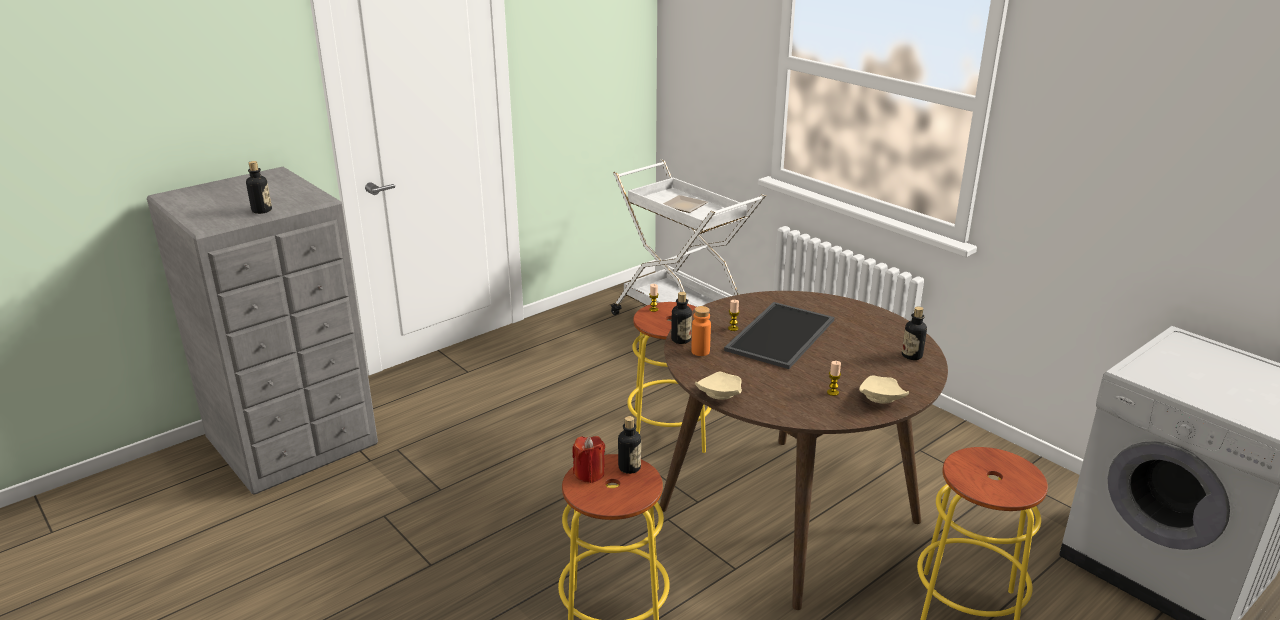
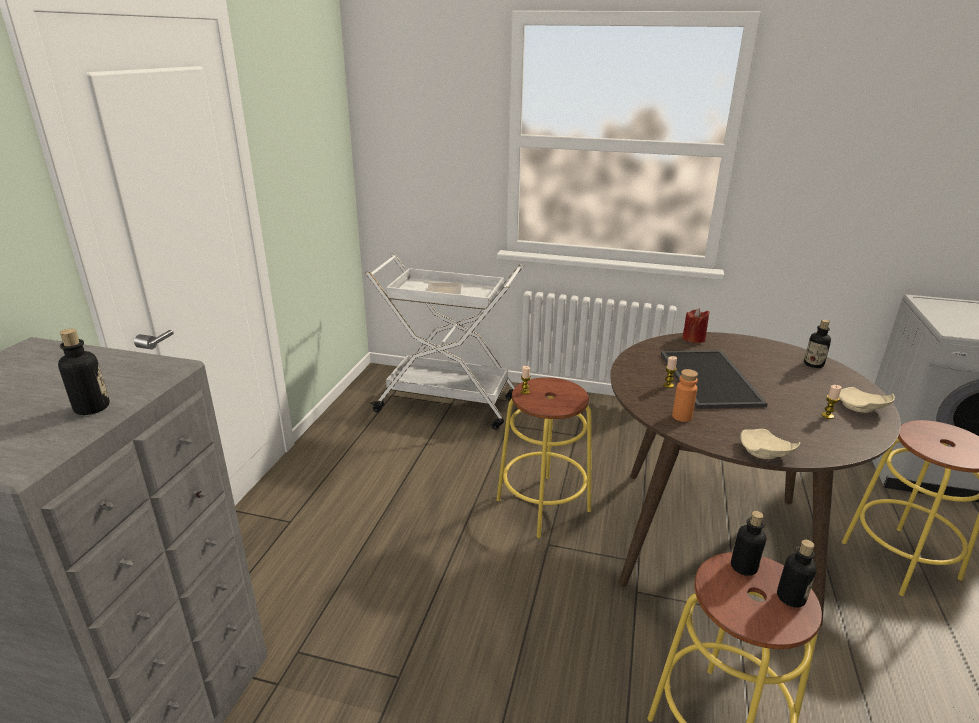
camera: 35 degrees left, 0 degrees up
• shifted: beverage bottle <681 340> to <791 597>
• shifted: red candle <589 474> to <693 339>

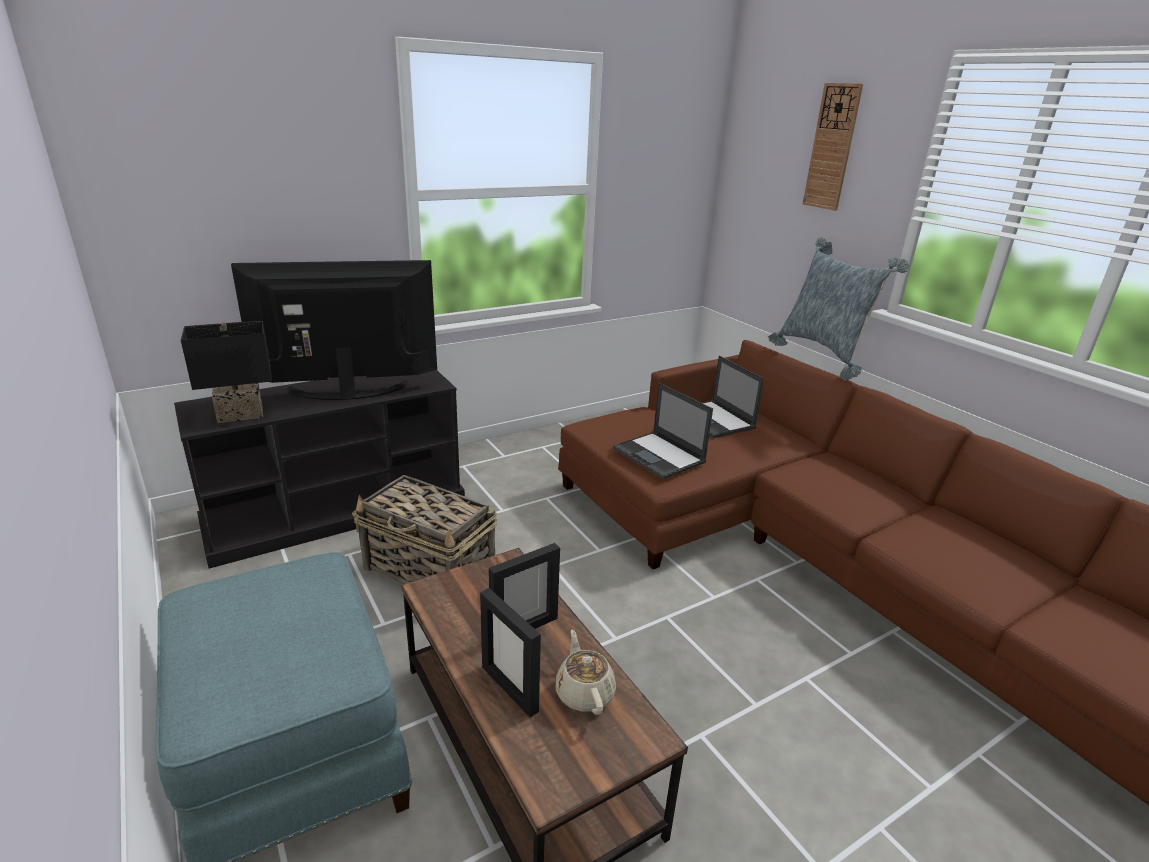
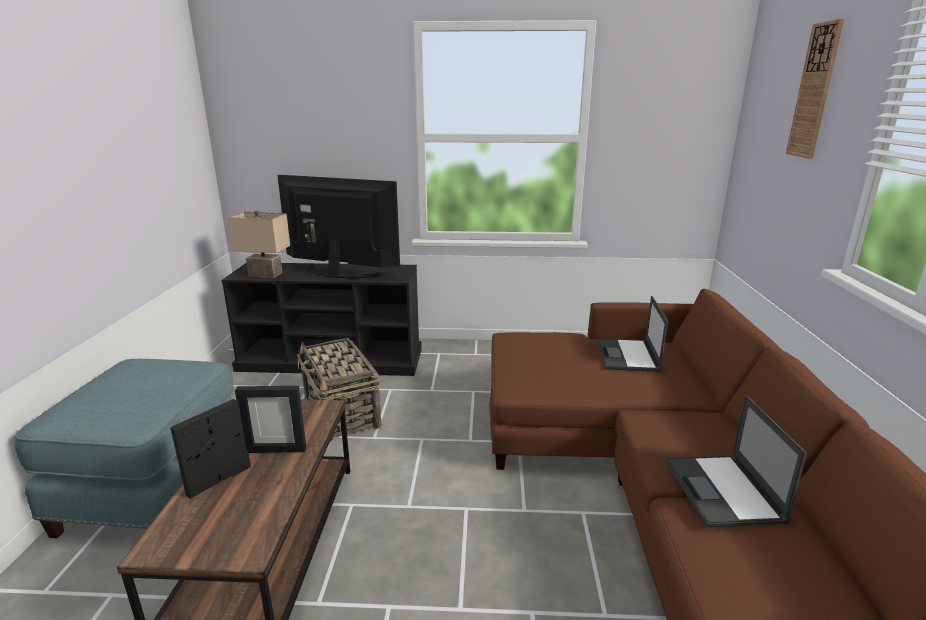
camera: 35 degrees right, 5 degrees down
• gone: pillow <822 361>
• repainted: black table lamp <241 414> to sand-coloured table lamp <266 274>
• shifted: laptop <659 456> to <723 491>
• rotated: standing frame <511 688> = <219 480> 45 degrees clockwise
• gone: sand-coloured tea pot <584 692>

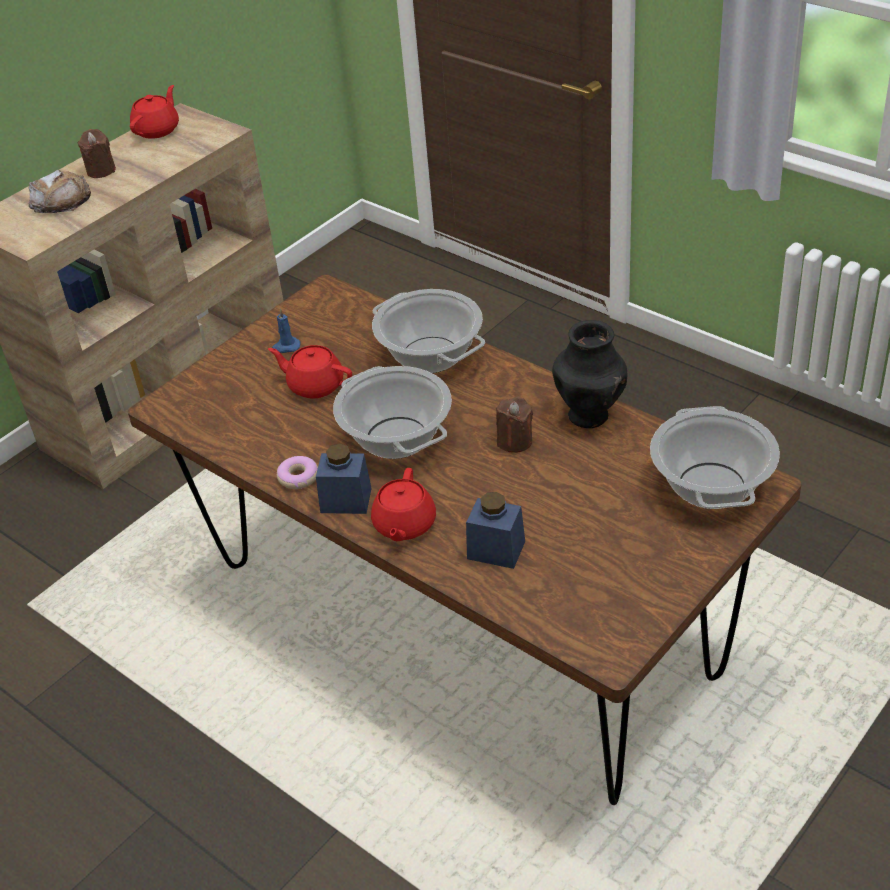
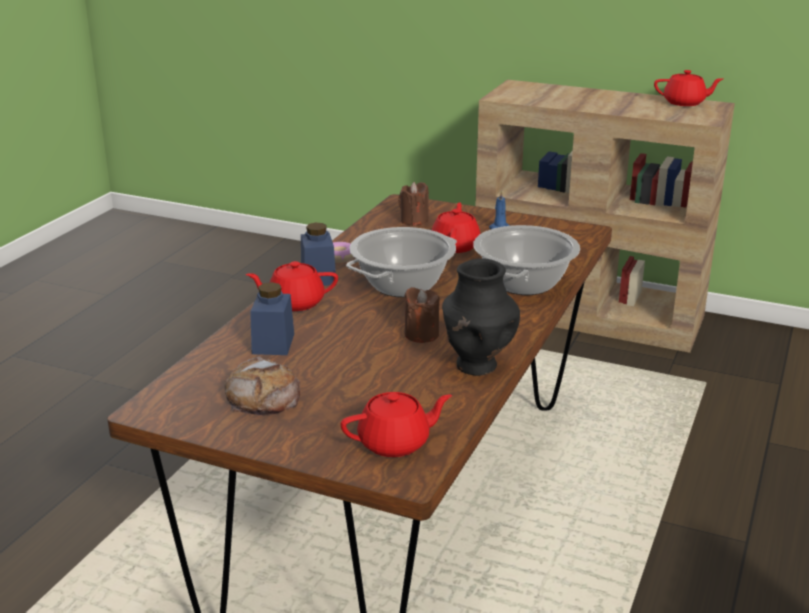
camera: 70 degrees right, 15 degrees down
• shifted: brown-coloured candle <101 170> to <414 221>
• shifted: bakery bread <61 199> to <263 396>
• swapped: cooking pot <710 486> to red tea pot <395 443>

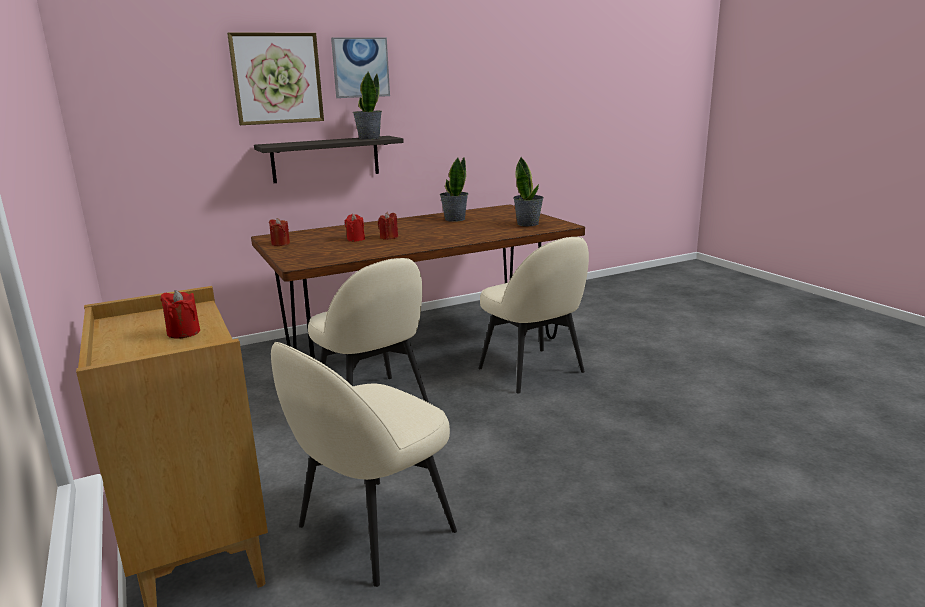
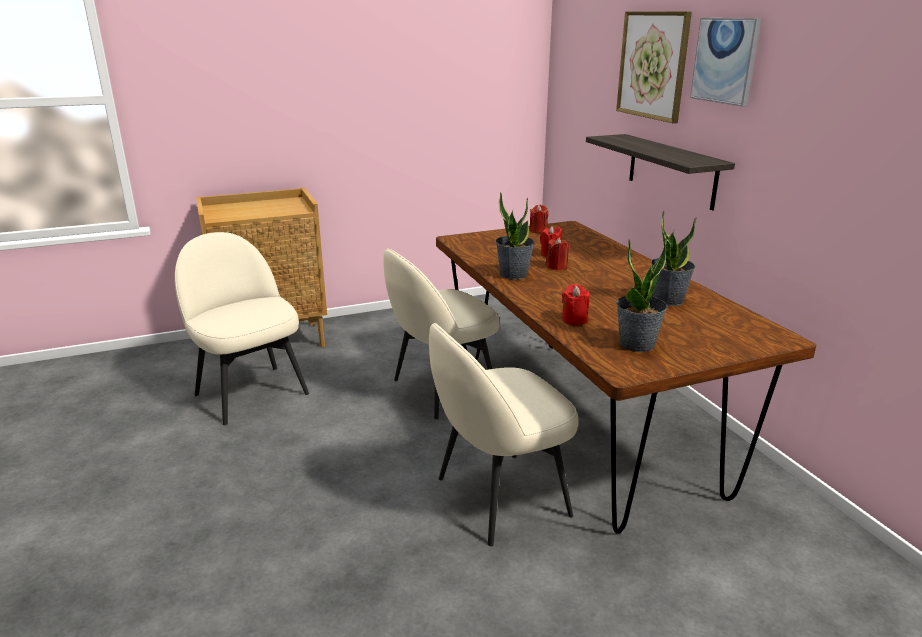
camera: 95 degrees right, 5 degrees up
• shifted: potted plant <369 138> to <513 274>
• shifted: red candle <183 333> to <574 320>

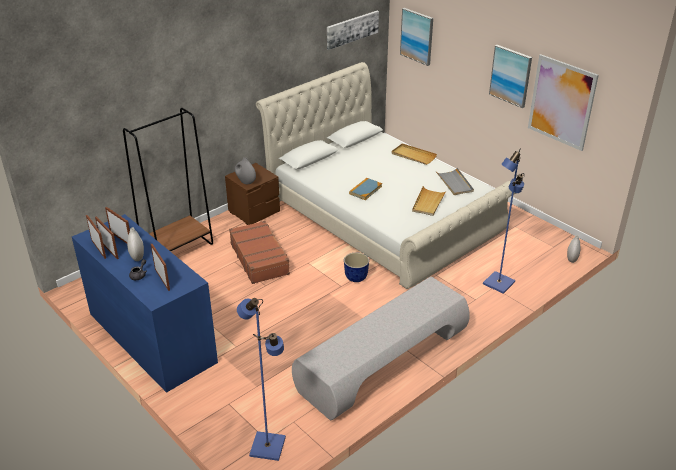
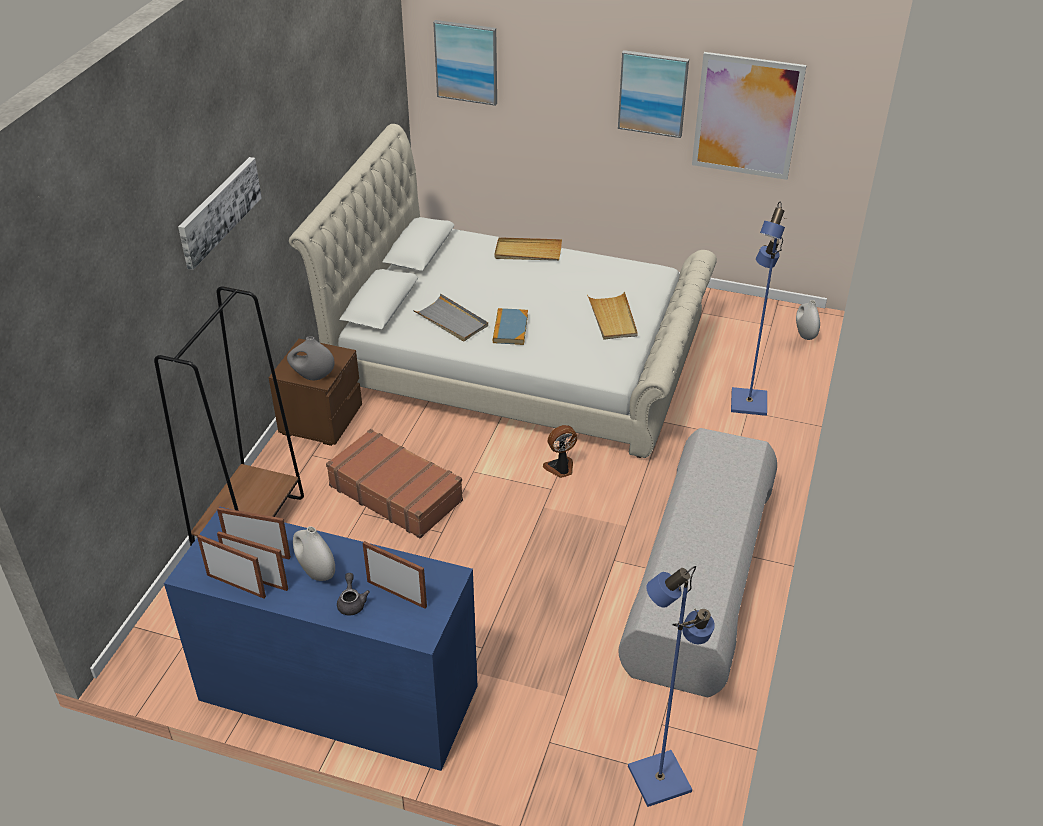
camera: 30 degrees left, 5 degrees up
• shifted: picture <352 29> to <219 211>
• shifted: gray tray <454 183> to <451 321>
• swapped: flower pot <355 278> to electric fan <560 468>

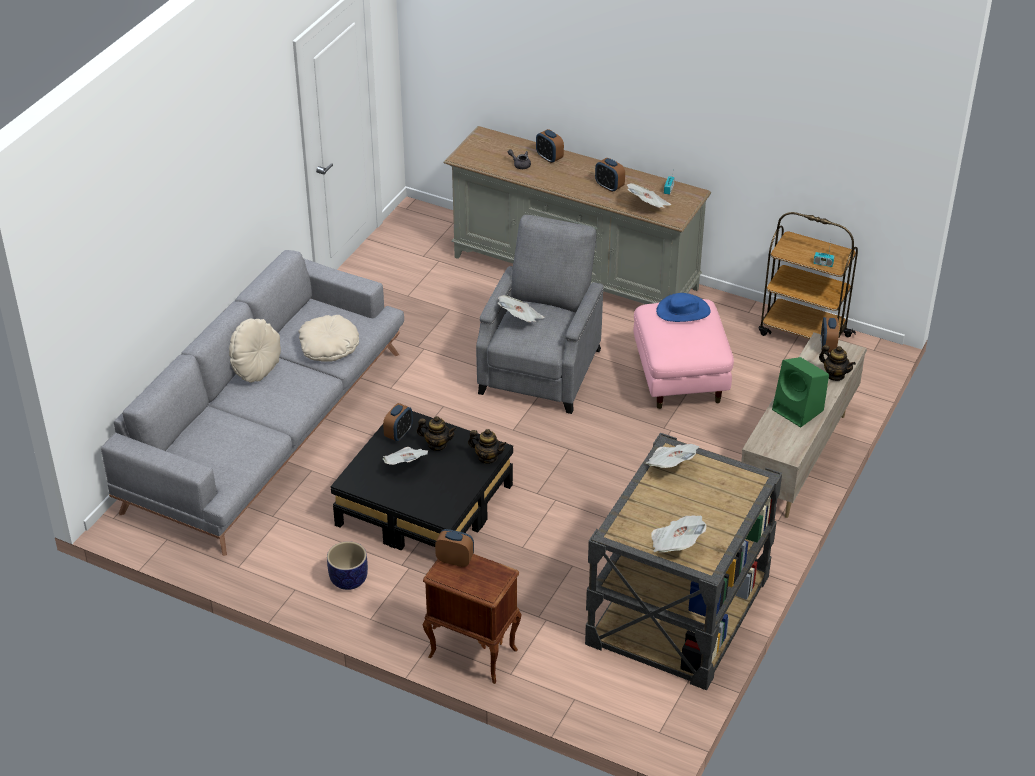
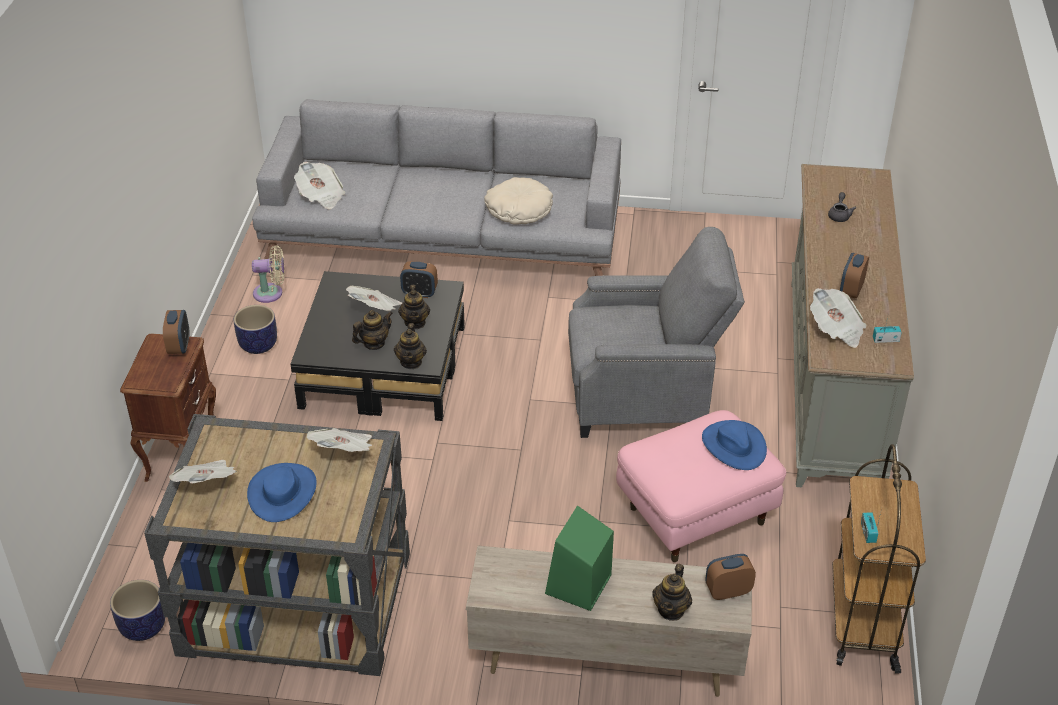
camera: 70 degrees right, 0 degrees up
• gone: bedside clock <549 158>
• shifted: printed paper <520 319> to <321 196>
• gone: sand-coloured pillow <257 371>
• new: sand-coloured electric fan <271 293>
• new: tea pot <374 343>
• new: blue wearable hat <283 492>
• new: flower pot <142 626>

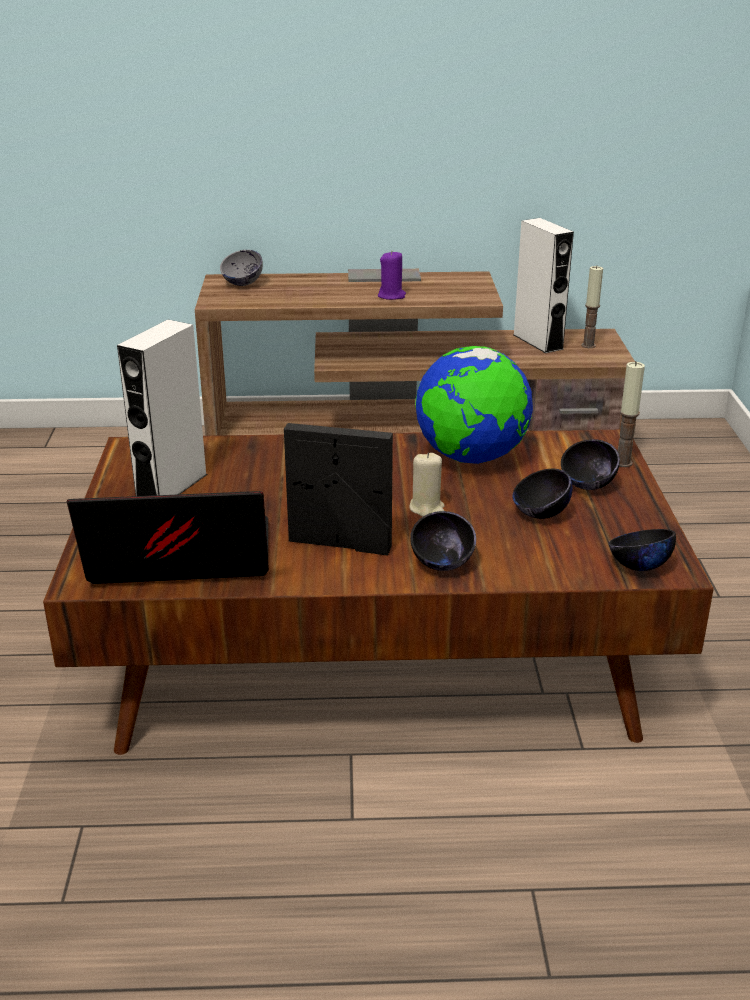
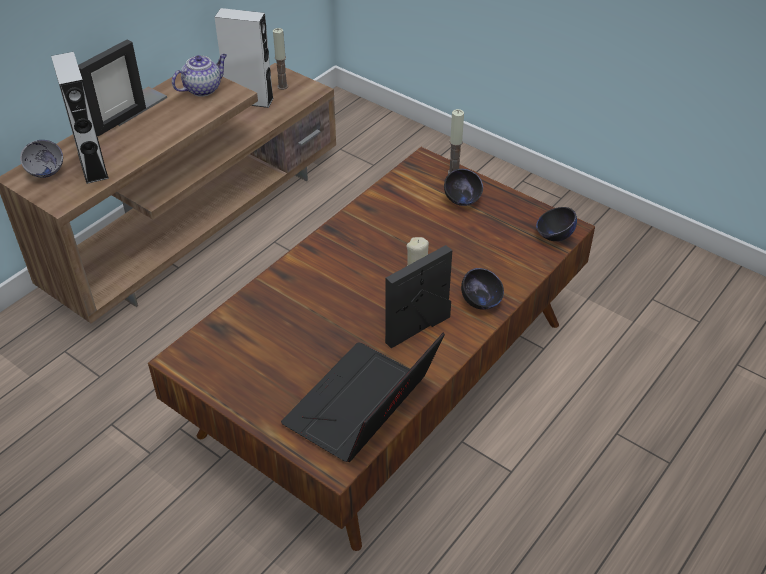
camera: 50 degrees left, 15 degrees up
• gone: purple-coloured candle <391 296>
• shifted: white-coloured loudspeaker <171 487> to <93 165>
• gone: world globe <471 458>
• gone: black serving bowl <540 514>
• new: standing frame <119 120>
• new: tea pot <203 89>

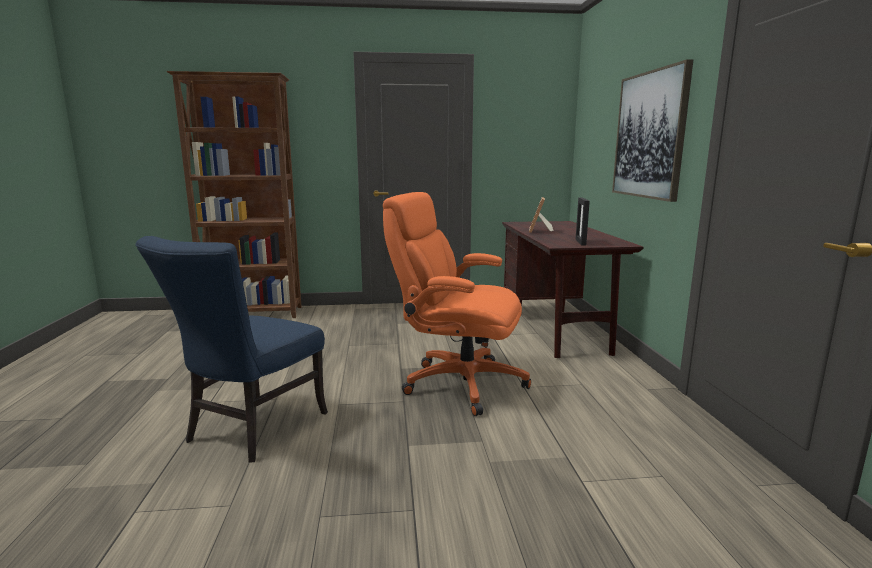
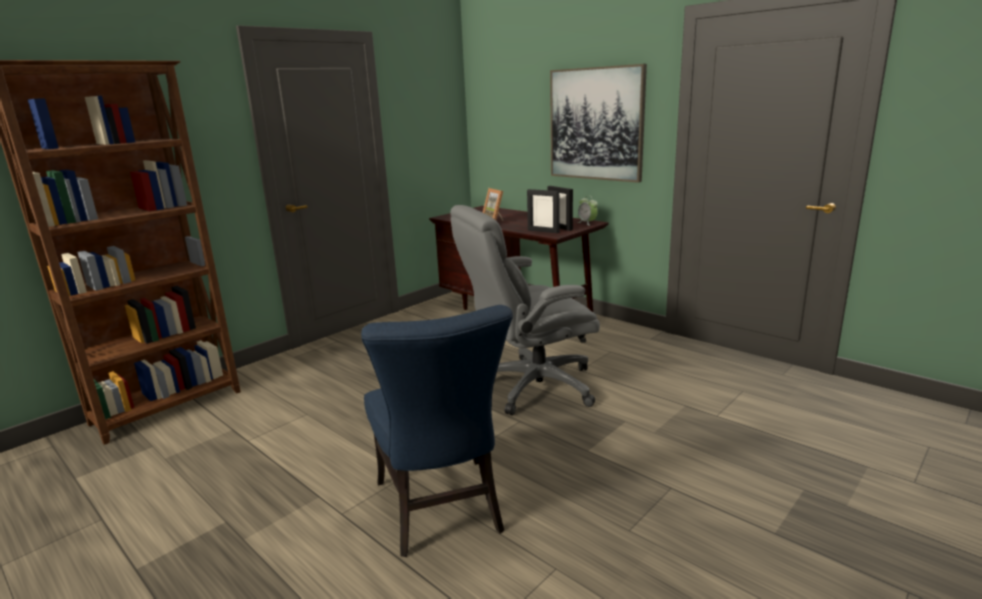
camera: 40 degrees left, 5 degrees up
• repainted: orange-coloured computer chair <456 382> to gray computer chair <529 388>
• new: standing frame <543 231>
• new: bedside clock <587 223>

